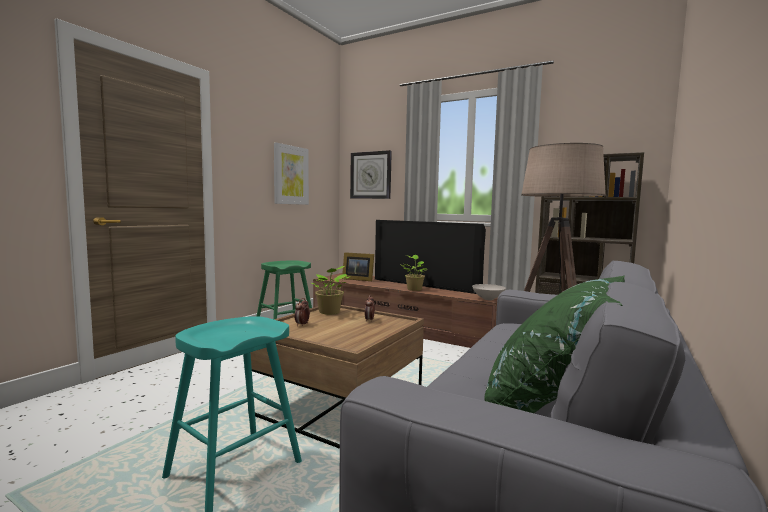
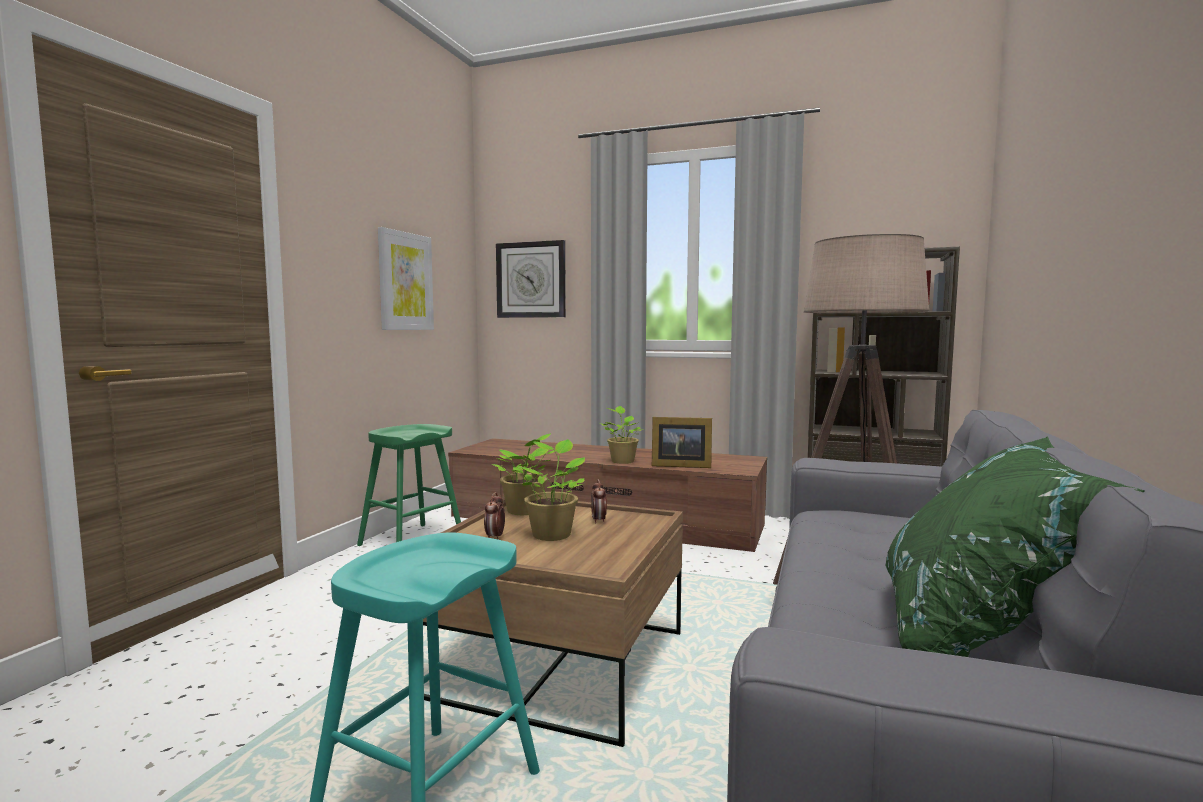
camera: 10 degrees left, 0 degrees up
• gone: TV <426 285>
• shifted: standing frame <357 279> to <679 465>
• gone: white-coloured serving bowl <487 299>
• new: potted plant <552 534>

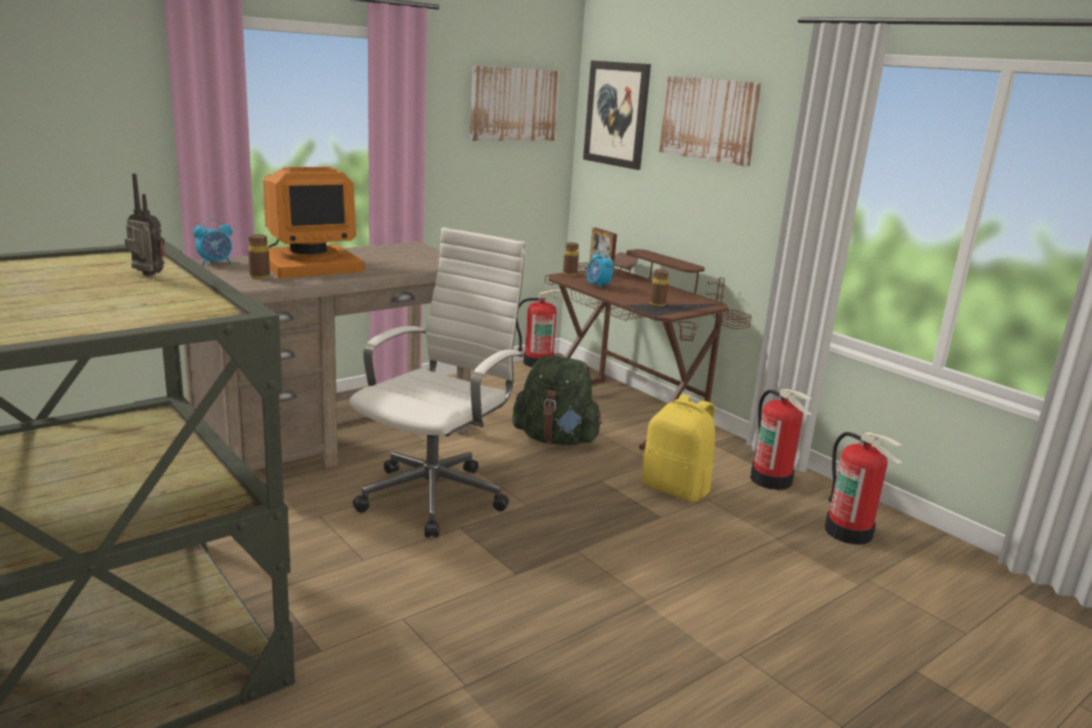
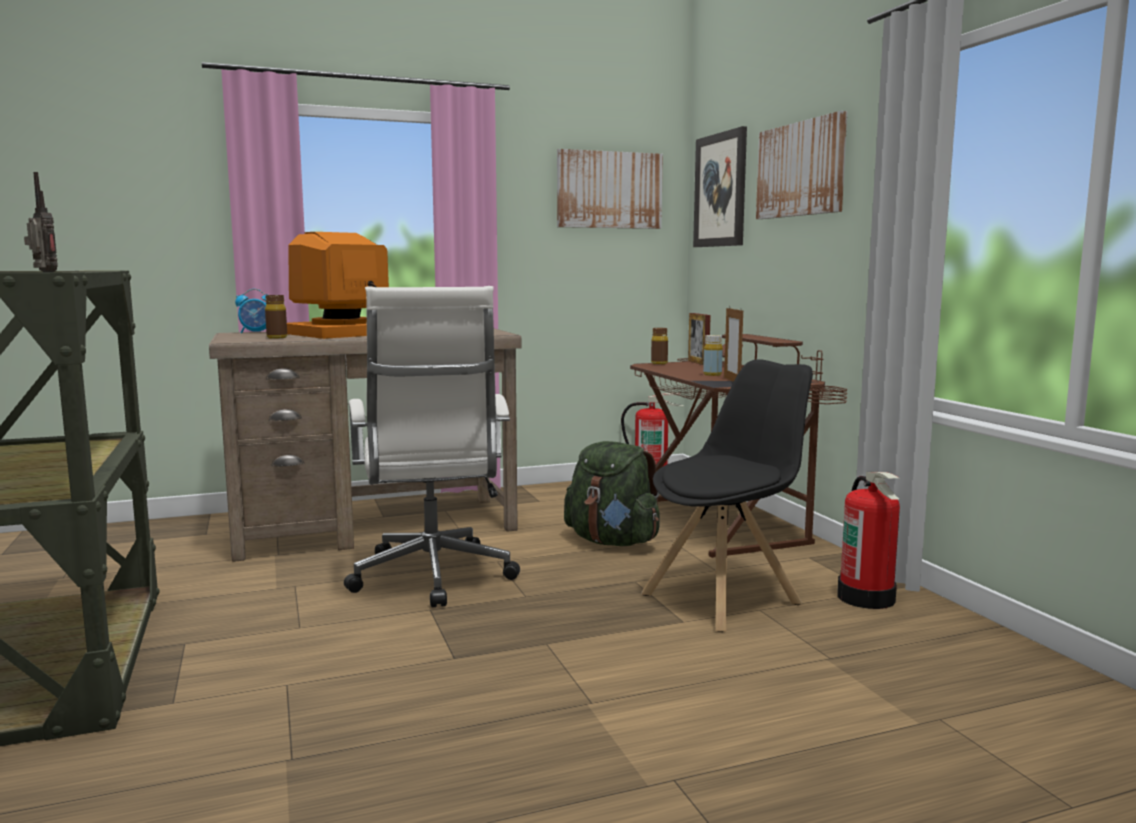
camera: 20 degrees right, 10 degrees down
• rotated: computer screen <309 264> = <342 333> 150 degrees clockwise
• rotated: white-coloured computer chair <436 494> = <433 578> 120 degrees clockwise
• gone: bedside clock <598 286>
• swapped: brown-coloured beverage bottle <657 304> to standing frame <732 380>
• swapped: yellow-coloured rucksack <676 489> to black chair <726 597>
• gone: fire extinguisher <849 532>
• new: yellow-coloured beverage bottle <712 374>

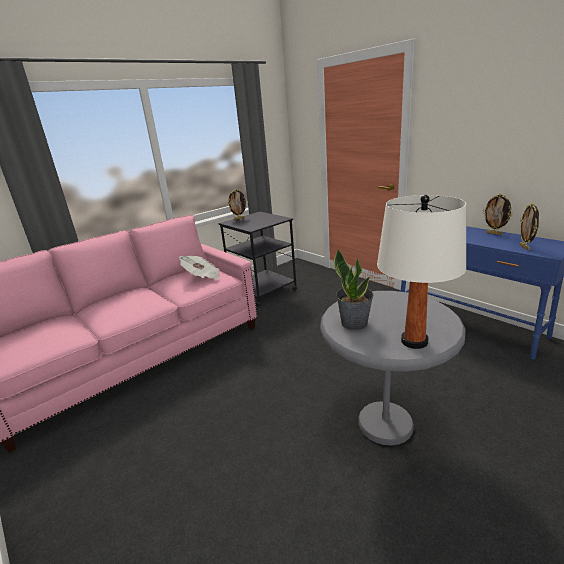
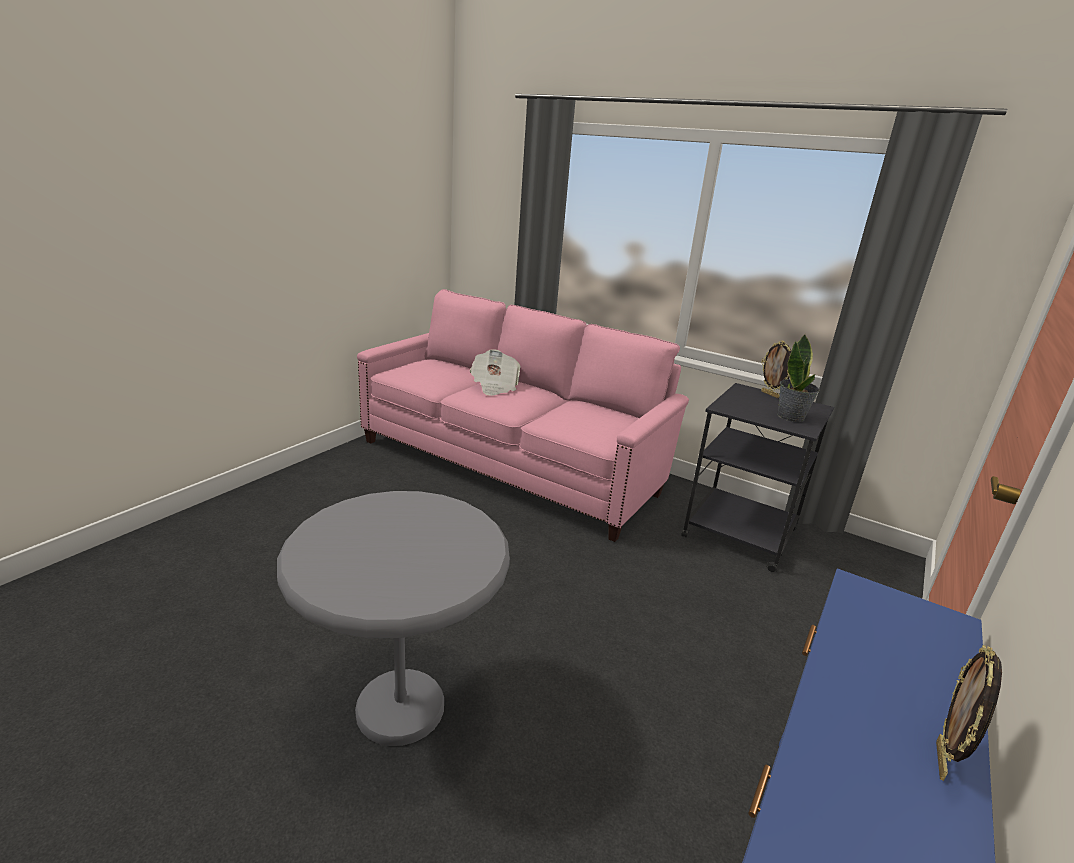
camera: 70 degrees right, 0 degrees up
• gone: white-coloured table lamp <414 341>
• gone: standing frame <525 247>
• shifted: potted plant <354 323> to <791 417>
• shifted: printed paper <202 277> to <494 386>

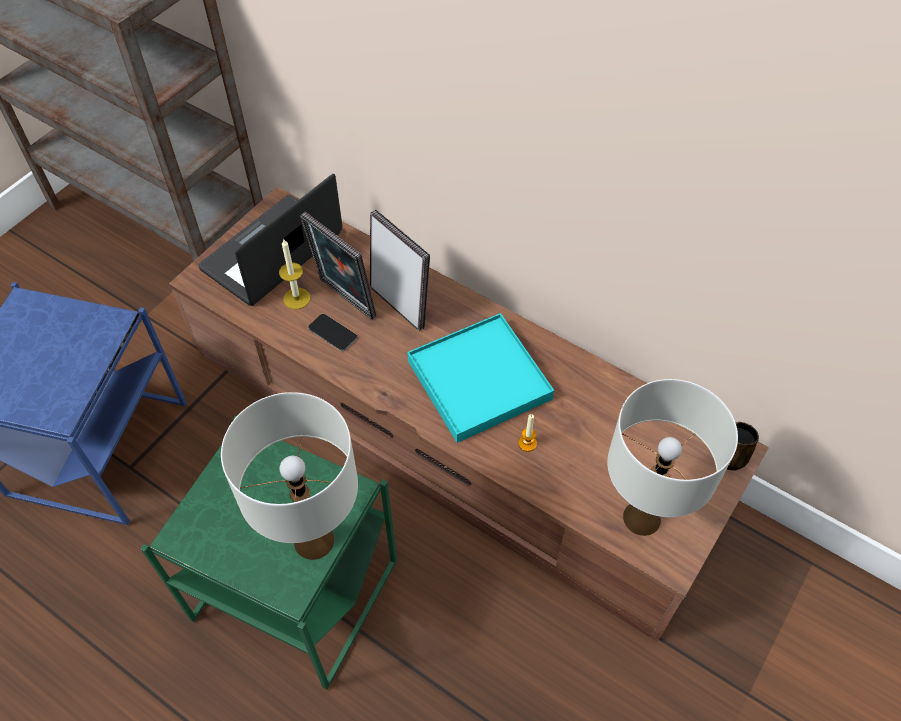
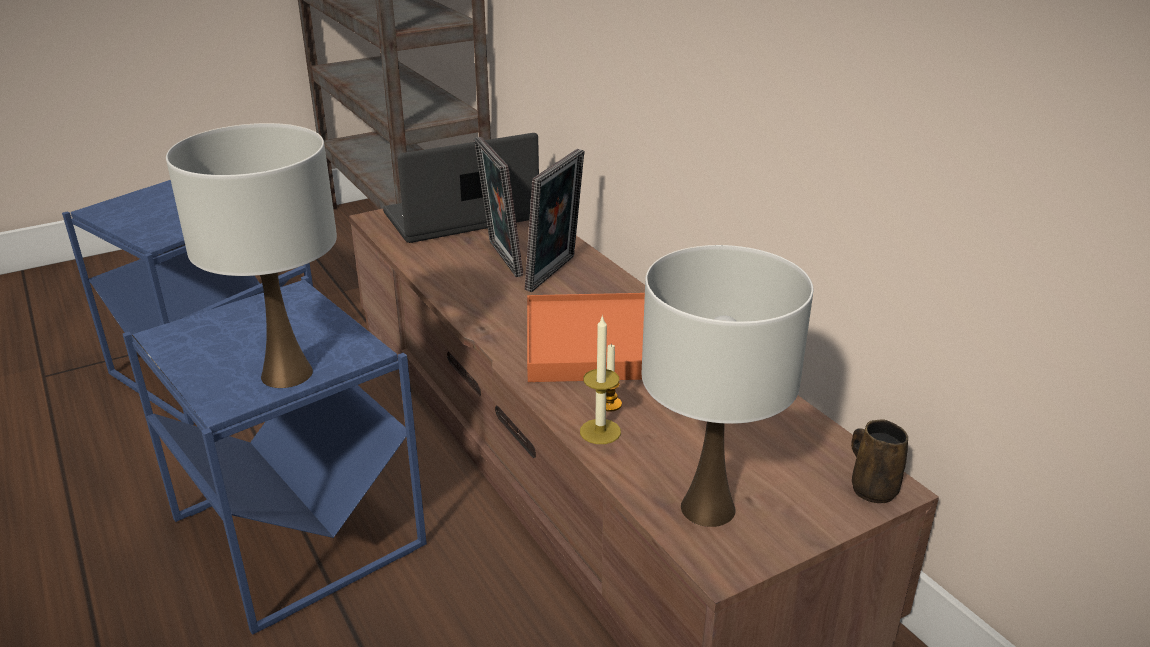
camera: 25 degrees right, 25 degrees down
• rotated: standing frame <400 304> = <555 274> 45 degrees clockwise
• shifted: candle <296 298> to <600 431>
• repainted: turquoise-coloured tray <479 380> to orange-coloured tray <593 344>
• gone: telephone <332 333>
• repainted: green-coloured side table <294 588> to blue side table <299 531>

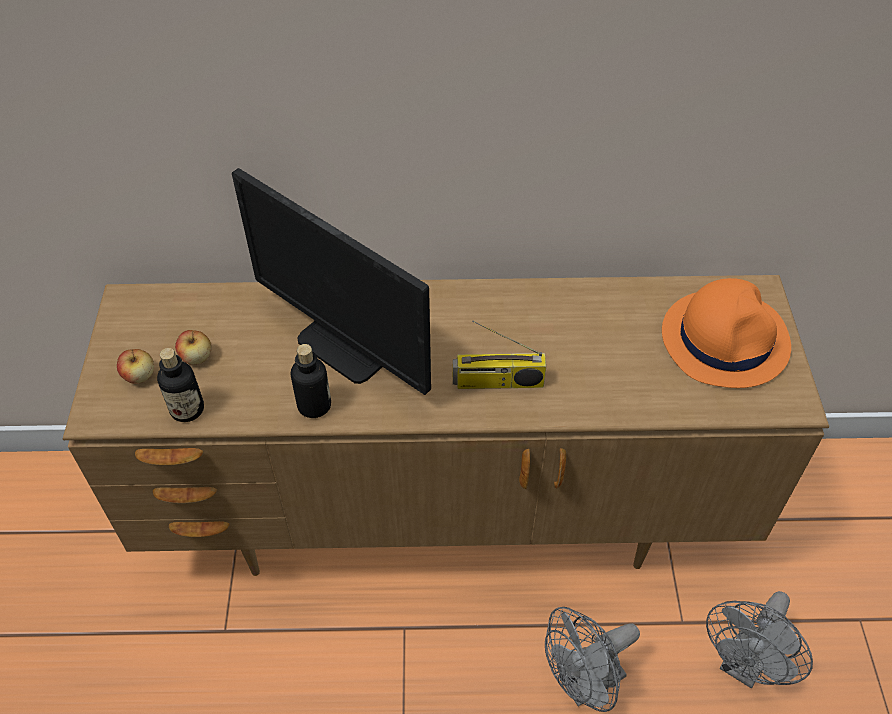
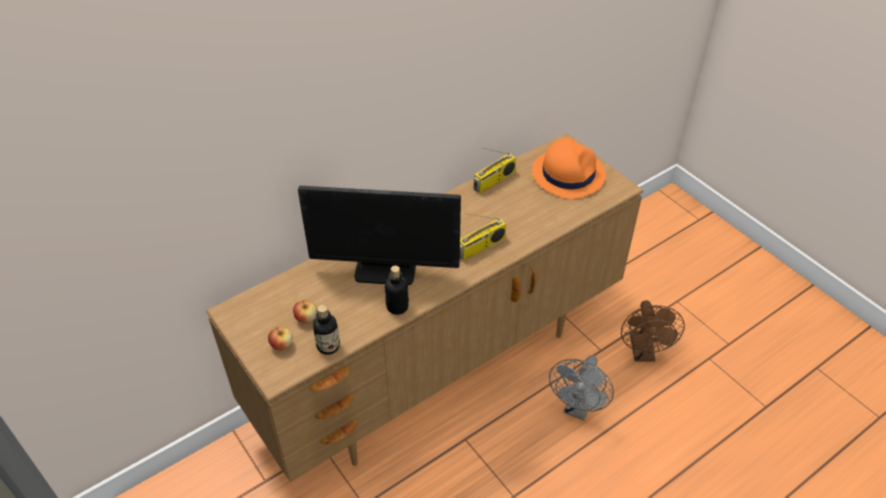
camera: 35 degrees left, 5 degrees down
• repainted: gray electric fan <743 665> to brown-coloured electric fan <643 353>
• new: radio set <494 181>

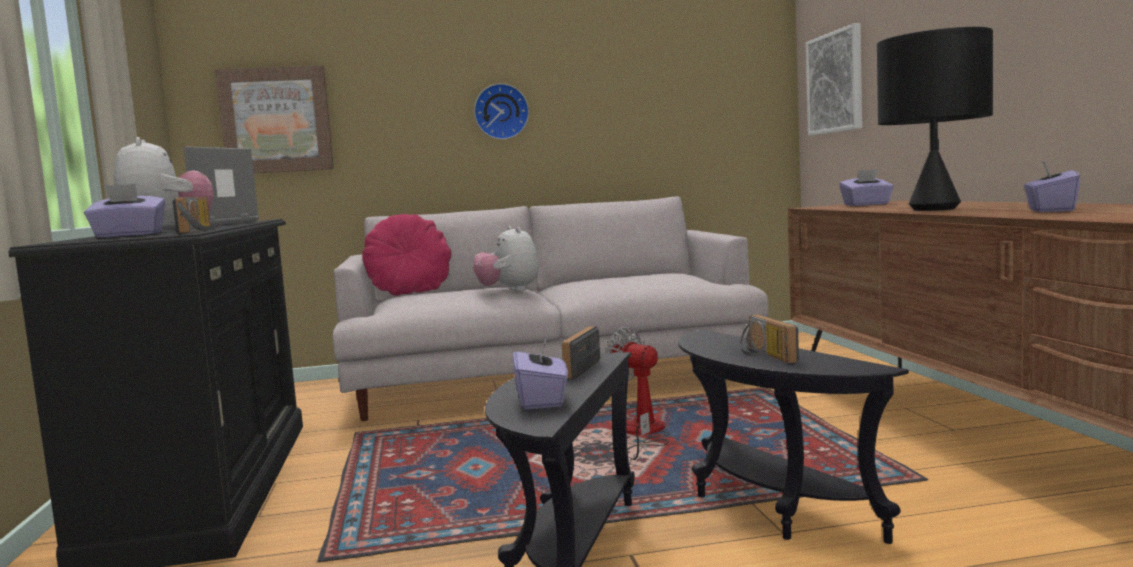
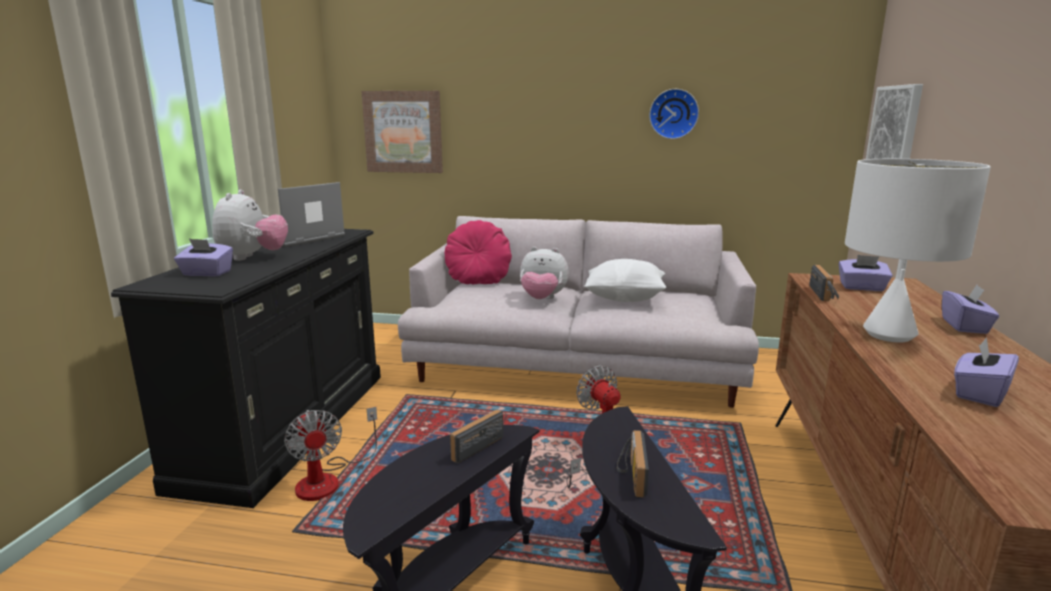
camera: 20 degrees right, 10 degrees up
• repainted: black table lamp <934 209> to white-coloured table lamp <888 335>
• shifted: clock on the wall <501 112> to <673 114>
• shifted: radio set <202 231> to <825 294>
• rotated: soft toy <509 291> = <542 299> 75 degrees counterclockwise
• shifted: purple-coloured box of tissues <542 400> to <965 326>
• new: white-coloured pillow <625 299>
• new: electric fan <328 479>

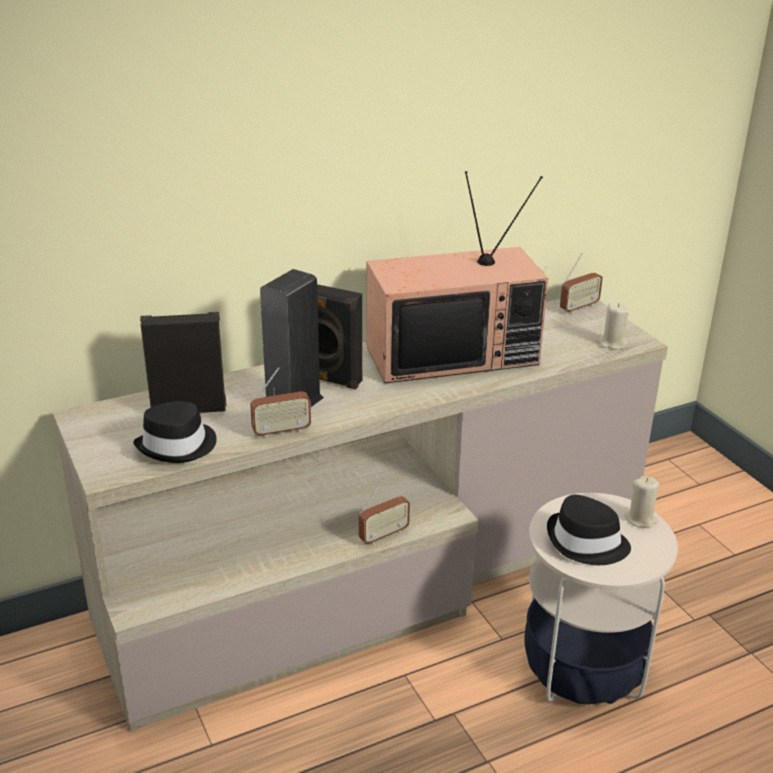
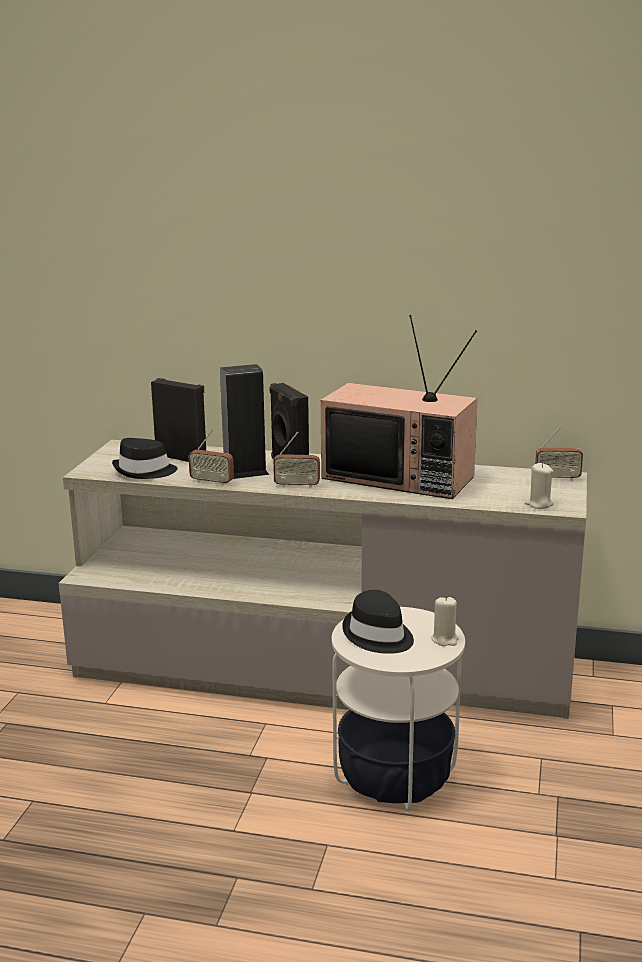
camera: 40 degrees right, 10 degrees down
• shifted: radio set <383 535> to <297 486>

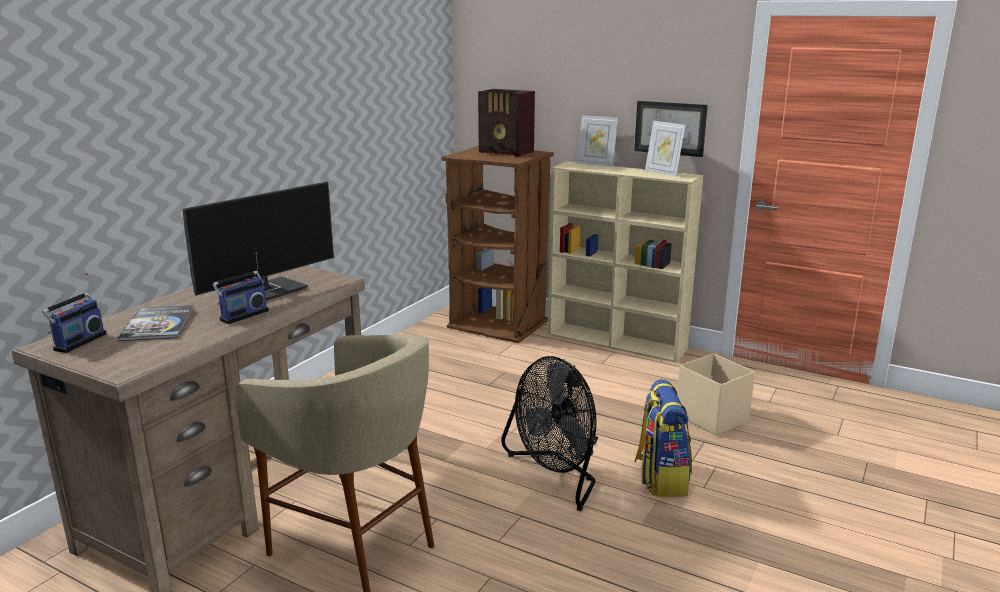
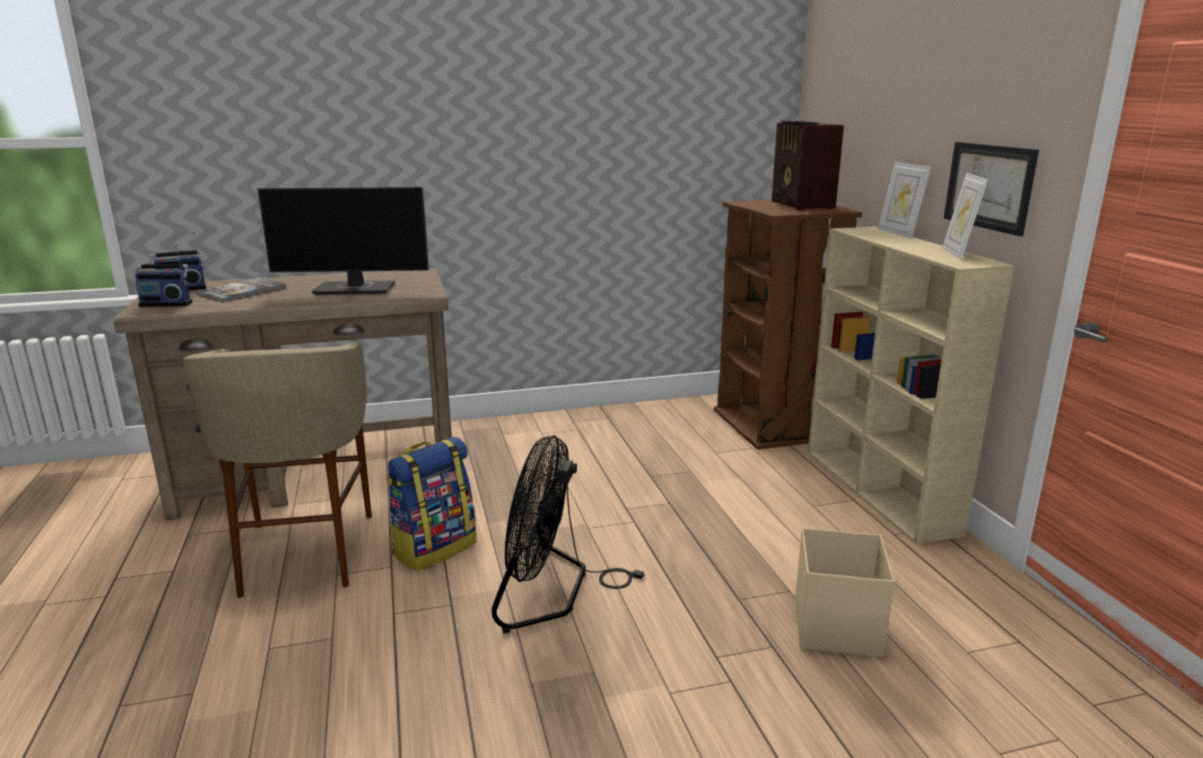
camera: 45 degrees right, 0 degrees up
• shifted: radio set <243 315> to <167 304>
• shifted: rucksack <660 478> to <434 548>

